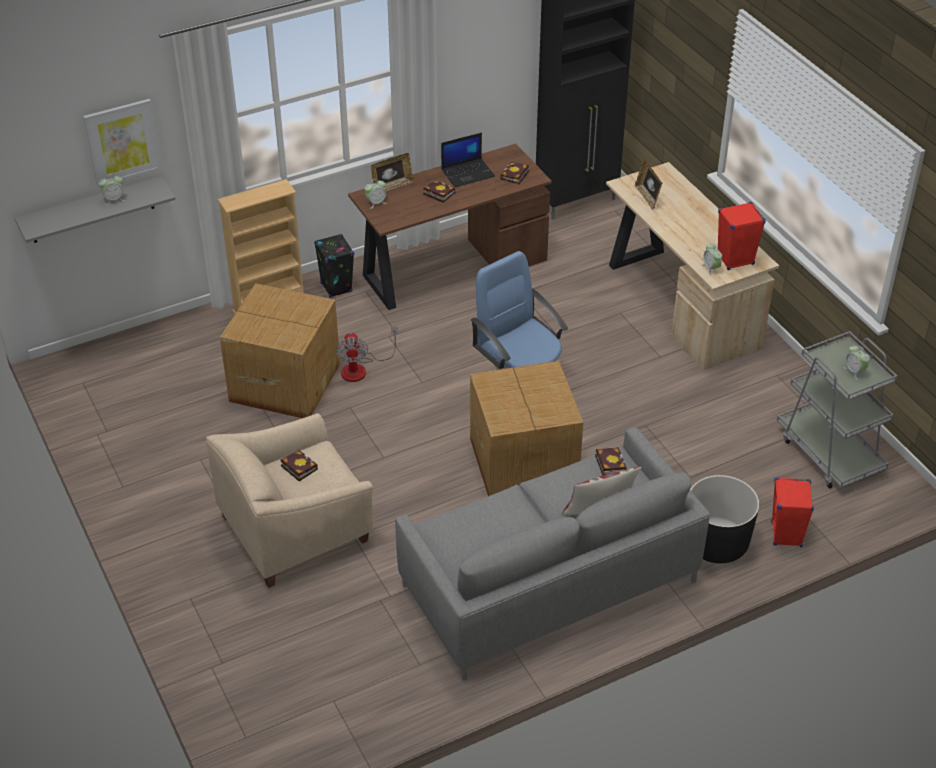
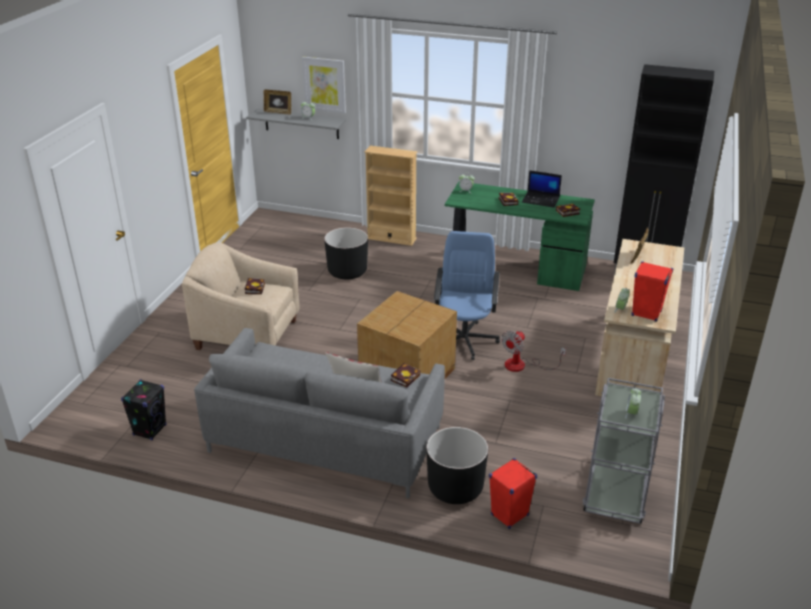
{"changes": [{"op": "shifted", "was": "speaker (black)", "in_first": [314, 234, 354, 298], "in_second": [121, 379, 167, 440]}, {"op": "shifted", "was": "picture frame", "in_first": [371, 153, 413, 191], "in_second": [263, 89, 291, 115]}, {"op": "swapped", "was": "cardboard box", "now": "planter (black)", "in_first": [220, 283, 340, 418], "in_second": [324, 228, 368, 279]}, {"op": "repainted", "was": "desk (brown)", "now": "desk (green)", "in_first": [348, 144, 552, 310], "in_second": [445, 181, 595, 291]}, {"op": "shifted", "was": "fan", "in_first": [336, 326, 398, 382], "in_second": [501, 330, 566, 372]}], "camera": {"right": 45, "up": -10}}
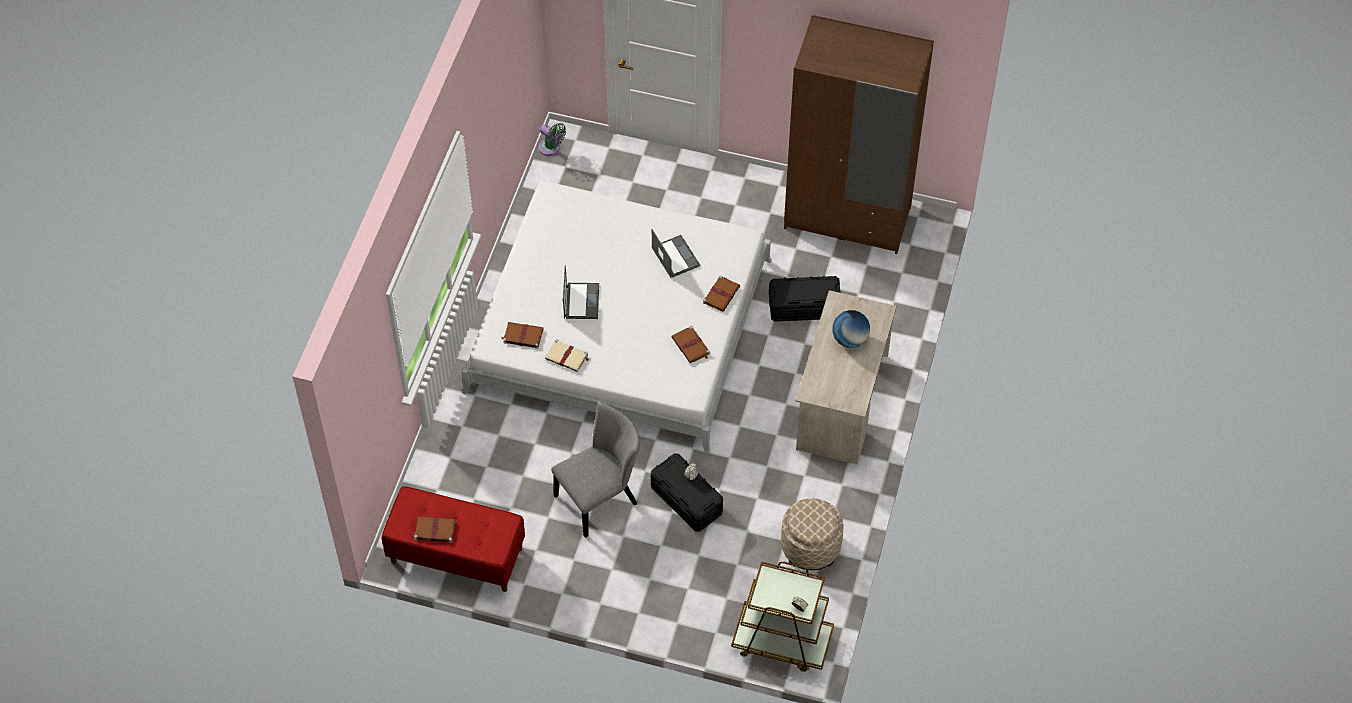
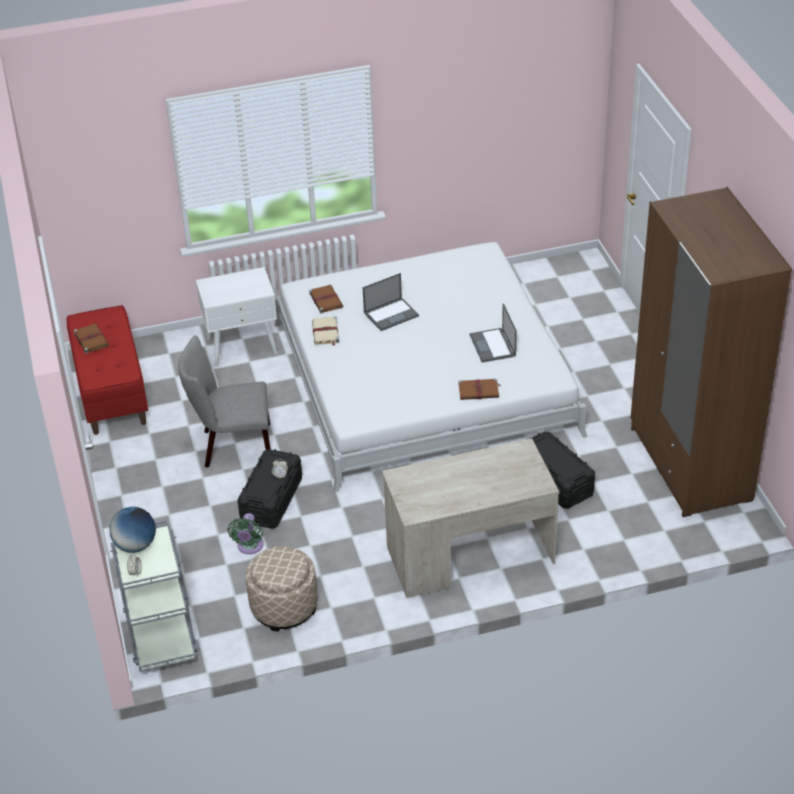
{"changes": [{"op": "shifted", "was": "globe", "in_first": [833, 310, 870, 348], "in_second": [109, 507, 156, 553]}, {"op": "repainted", "was": "cart (brown)", "now": "cart (grey)", "in_first": [731, 561, 834, 672], "in_second": [110, 520, 198, 672]}, {"op": "rotated", "was": "chair (grey)", "in_first": [551, 402, 640, 538], "in_second": [178, 335, 271, 468], "clockwise": 150}, {"op": "new", "now": "nightstand (white)", "in_second": [196, 267, 278, 366]}, {"op": "shifted", "was": "fan (green)", "in_first": [539, 123, 566, 156], "in_second": [228, 513, 264, 554]}, {"op": "rotated", "was": "laptop", "in_first": [652, 229, 700, 278], "in_second": [470, 303, 517, 363], "clockwise": 135}, {"op": "gone", "was": "book (brown)", "in_first": [671, 326, 710, 363]}], "camera": {"right": 60, "up": -15}}
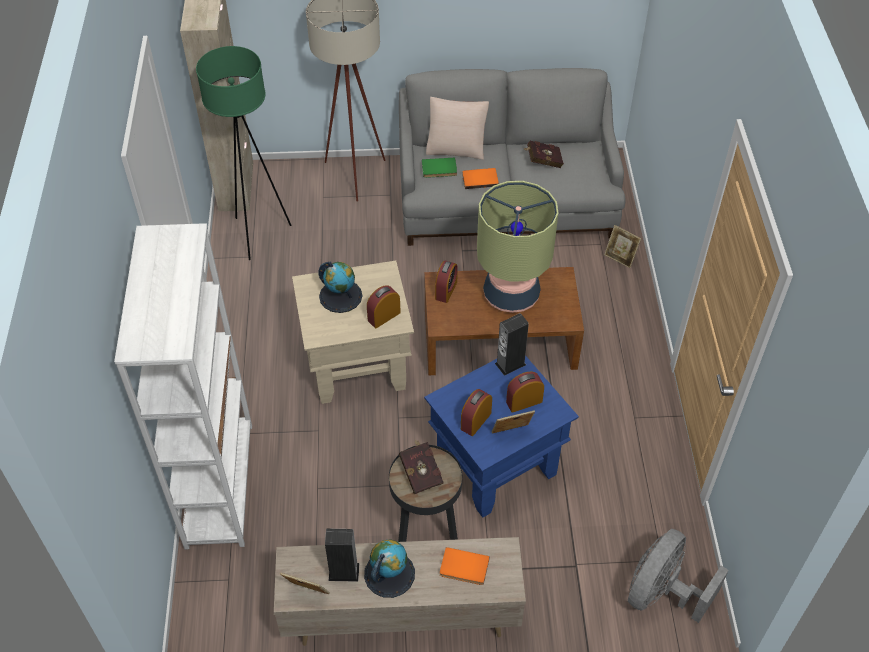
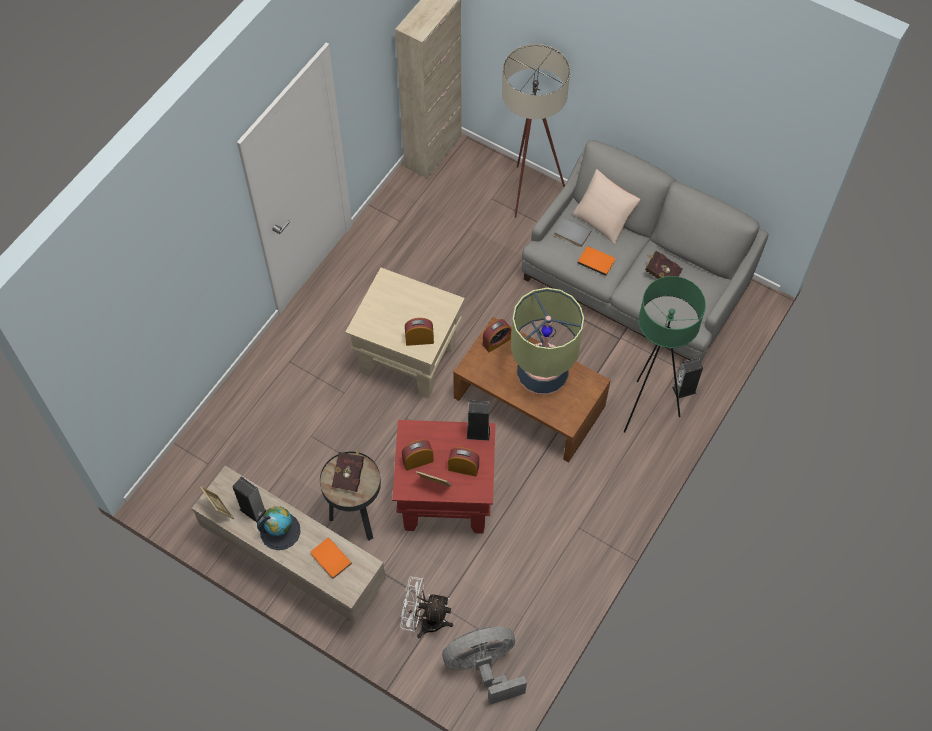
{"changes": [{"op": "repainted", "was": "side table (blue)", "now": "side table (red)", "in_first": [424, 355, 579, 518], "in_second": [392, 420, 496, 534]}, {"op": "new", "now": "fan (white)", "in_second": [400, 577, 453, 638]}, {"op": "repainted", "was": "book (green)", "now": "book (grey)", "in_first": [422, 158, 457, 178], "in_second": [554, 217, 591, 247]}, {"op": "shifted", "was": "floor lamp (green)", "in_first": [196, 46, 291, 260], "in_second": [624, 276, 706, 433]}, {"op": "swapped", "was": "picture frame", "now": "speaker", "in_first": [604, 225, 641, 268], "in_second": [672, 358, 703, 398]}, {"op": "gone", "was": "bookcase (white)", "in_first": [114, 223, 252, 550]}, {"op": "gone", "was": "globe", "in_first": [318, 262, 362, 313]}], "camera": {"right": 35, "up": 10}}
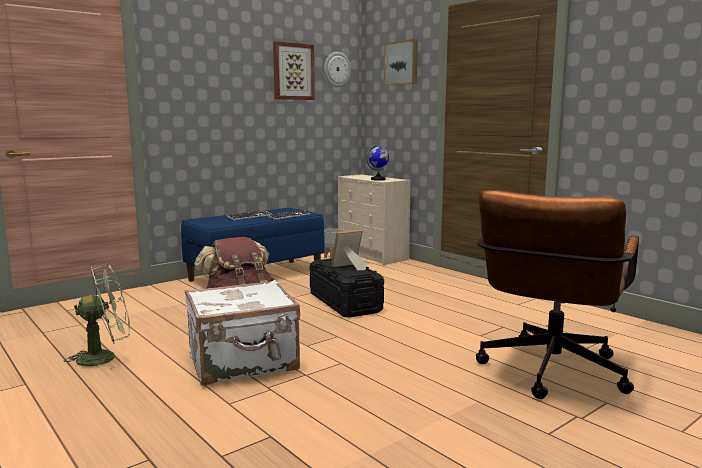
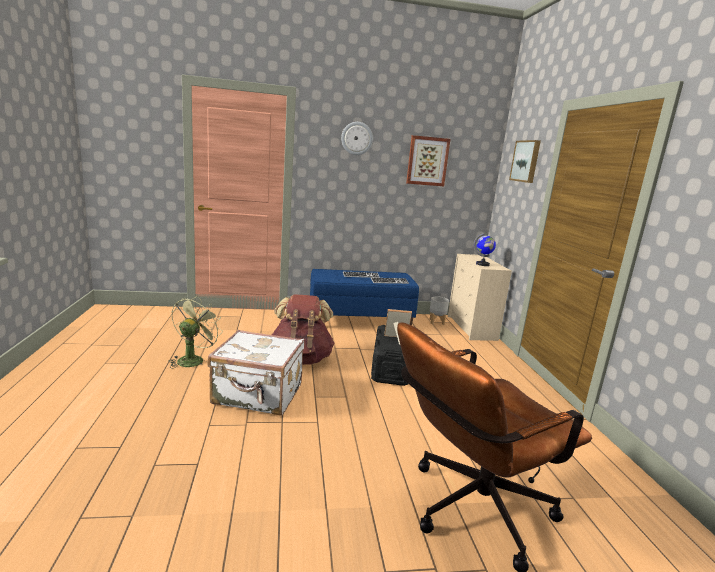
{"changes": [{"op": "rotated", "was": "fan (green)", "in_first": [64, 263, 130, 369], "in_second": [169, 296, 221, 369], "clockwise": -75}, {"op": "shifted", "was": "wall clock", "in_first": [324, 52, 351, 87], "in_second": [341, 122, 373, 155]}], "camera": {"right": 30, "up": 5}}
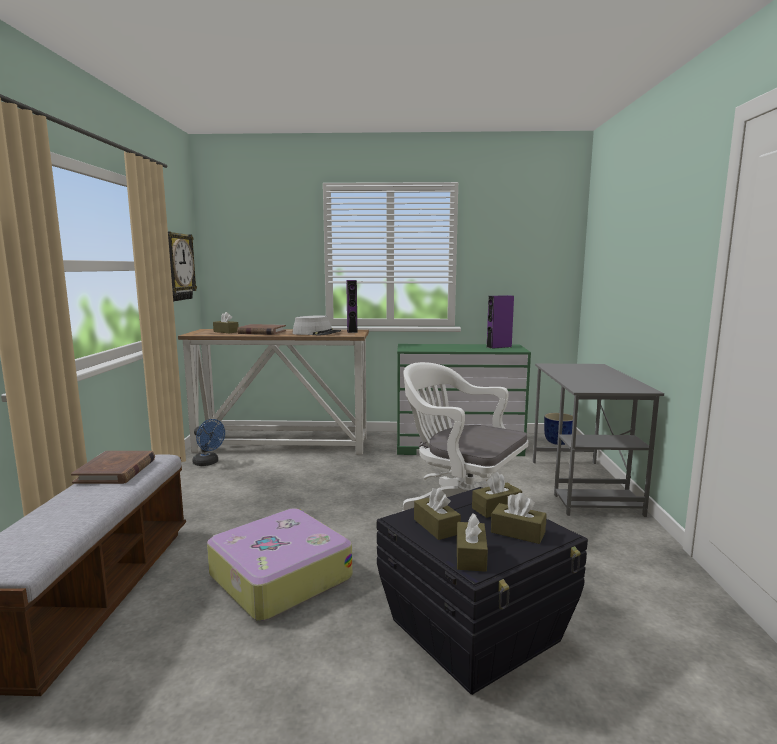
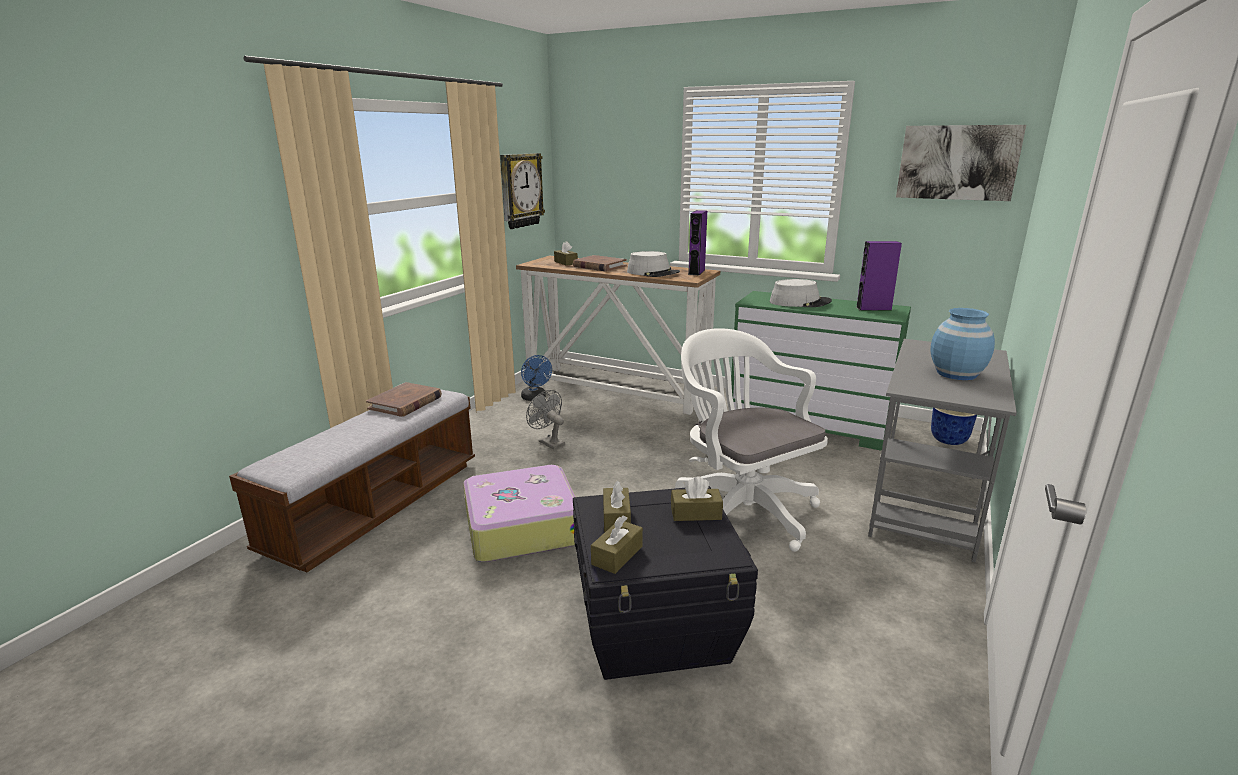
{"changes": [{"op": "new", "now": "fan (grey)", "in_second": [526, 390, 565, 450]}, {"op": "new", "now": "hat (grey)", "in_second": [770, 279, 832, 307]}, {"op": "new", "now": "picture", "in_second": [896, 125, 1026, 201]}, {"op": "new", "now": "vase (blue)", "in_second": [931, 308, 995, 380]}, {"op": "gone", "was": "tissue box (brown)", "in_first": [491, 493, 546, 544]}], "camera": {"right": 25, "up": 10}}
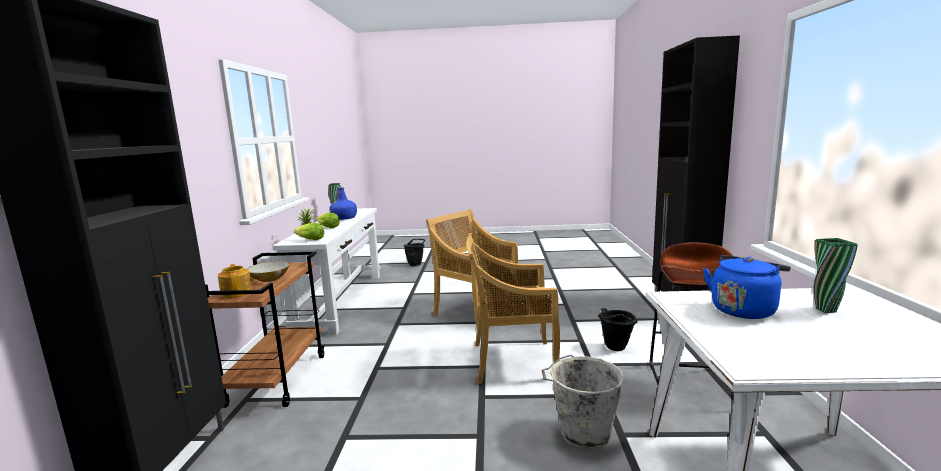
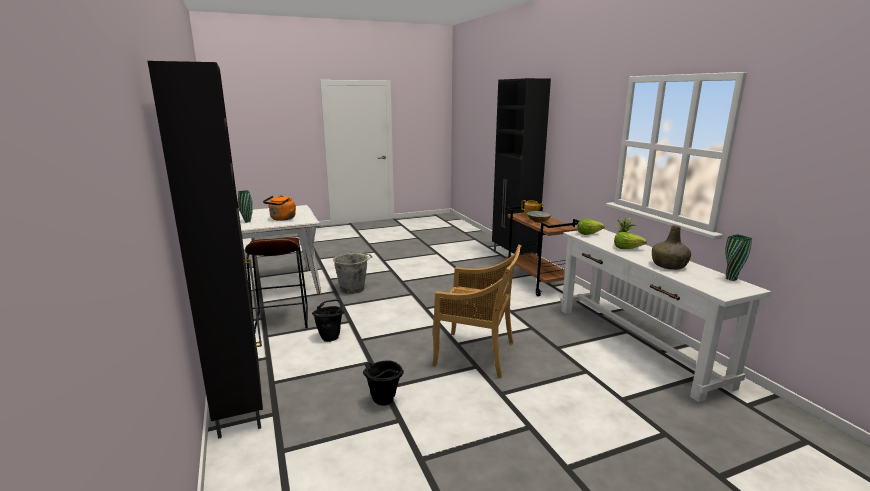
{"changes": [{"op": "repainted", "was": "kettle (blue)", "now": "kettle (orange)", "in_first": [703, 255, 791, 319], "in_second": [263, 195, 296, 221]}, {"op": "shifted", "was": "bucket (black)", "in_first": [404, 239, 425, 266], "in_second": [363, 360, 404, 406]}, {"op": "repainted", "was": "bottle (blue)", "now": "bottle (green)", "in_first": [329, 187, 357, 220], "in_second": [652, 225, 691, 270]}, {"op": "gone", "was": "chair (beige)", "in_first": [466, 233, 560, 384]}], "camera": {"right": 155, "up": 5}}
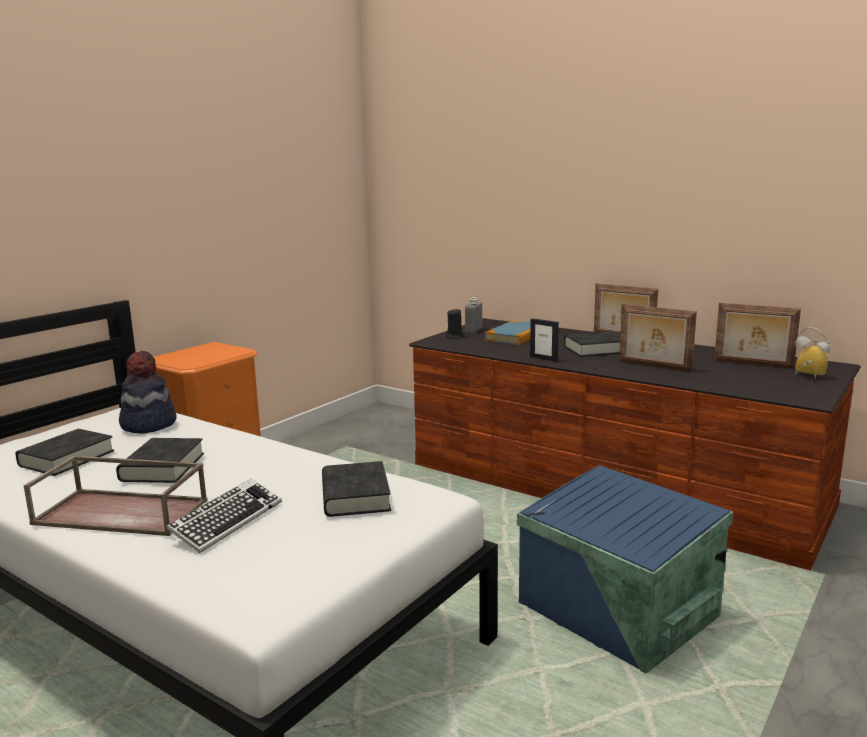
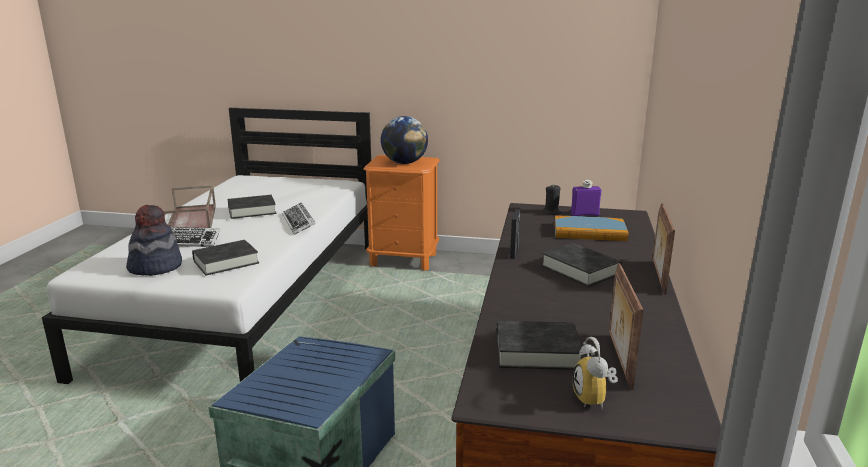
{"changes": [{"op": "shifted", "was": "hat", "in_first": [119, 351, 177, 434], "in_second": [126, 205, 182, 276]}, {"op": "new", "now": "keyboard", "in_second": [282, 203, 316, 235]}, {"op": "new", "now": "globe", "in_second": [381, 116, 428, 164]}, {"op": "shifted", "was": "book (black)", "in_first": [15, 429, 114, 476], "in_second": [496, 321, 582, 370]}, {"op": "repainted", "was": "bottle (grey)", "now": "bottle (purple)", "in_first": [465, 297, 482, 334], "in_second": [571, 180, 601, 216]}, {"op": "rotated", "was": "alarm clock", "in_first": [795, 327, 830, 379], "in_second": [573, 337, 618, 409], "clockwise": 150}, {"op": "gone", "was": "picture frame", "in_first": [619, 304, 697, 372]}], "camera": {"right": 65, "up": 5}}
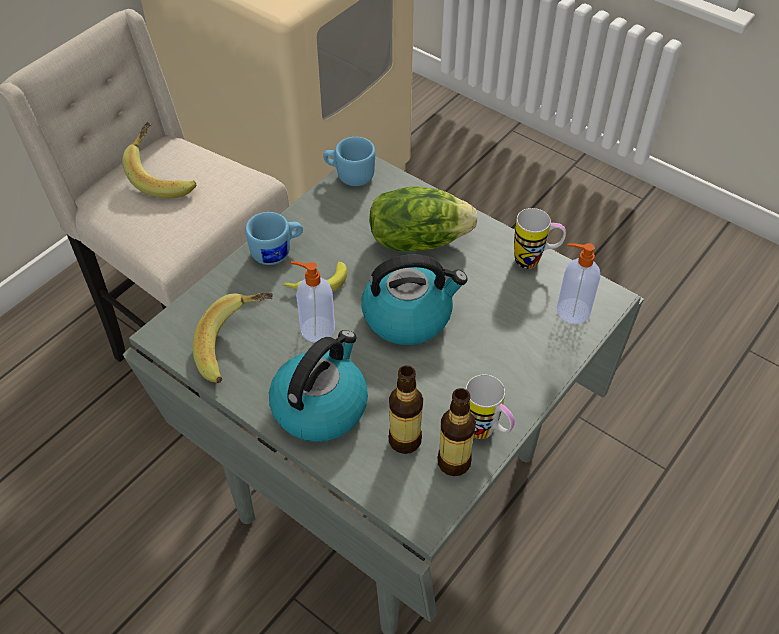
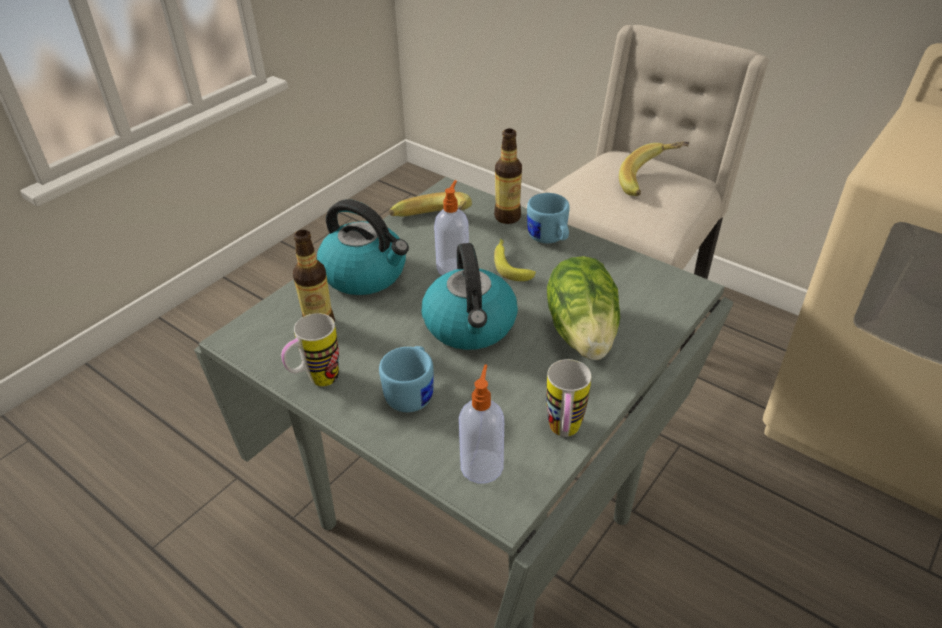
{"changes": [{"op": "shifted", "was": "mug (blue)", "in_first": [323, 137, 375, 186], "in_second": [379, 346, 433, 412]}, {"op": "shifted", "was": "bottle", "in_first": [437, 388, 476, 476], "in_second": [494, 129, 522, 224]}], "camera": {"right": 90, "up": -10}}
